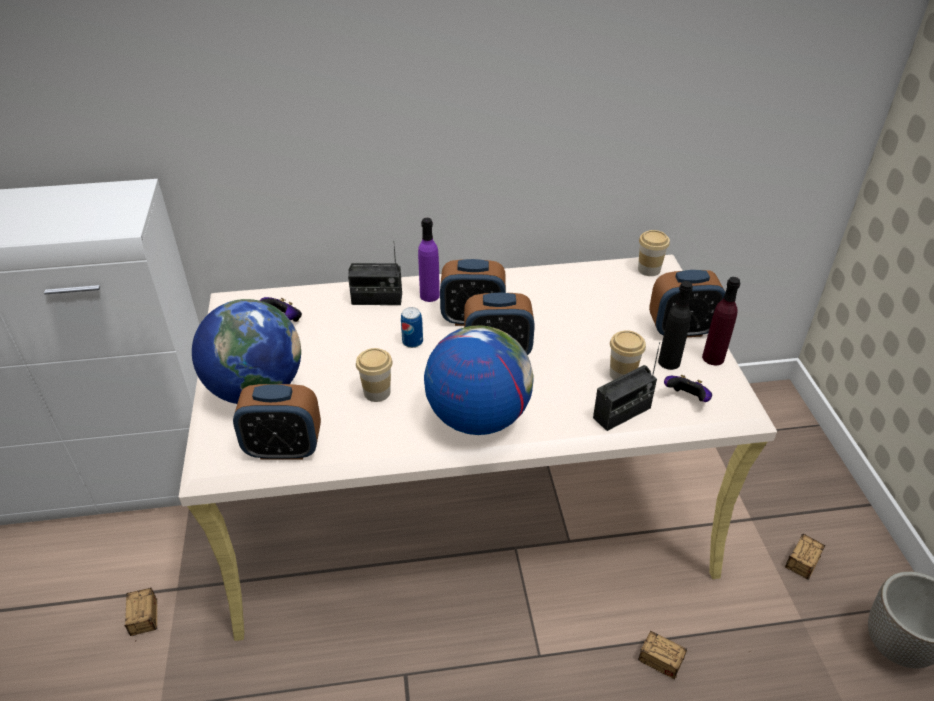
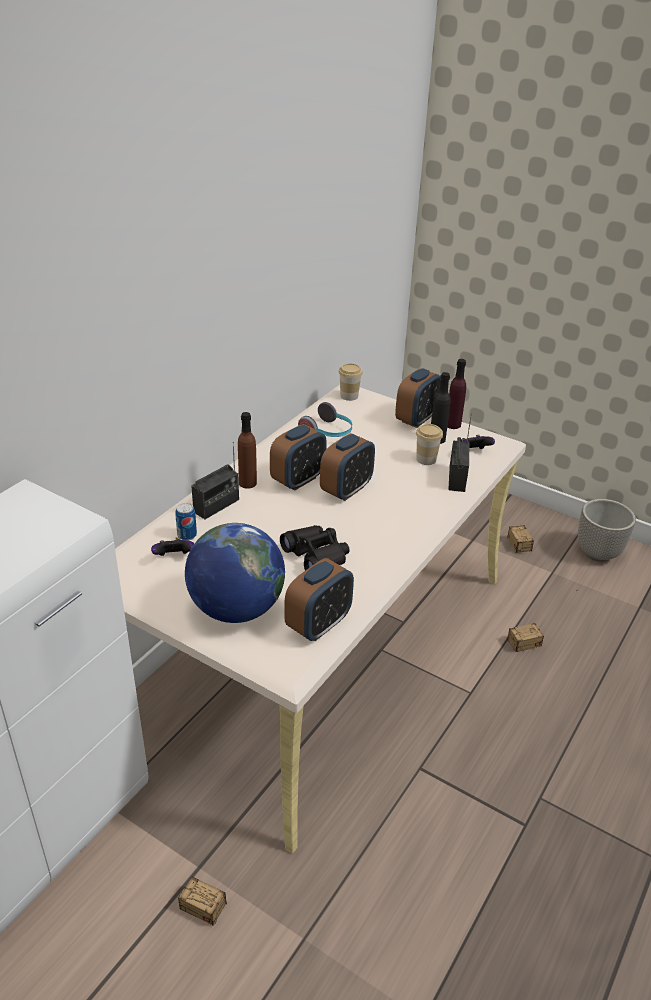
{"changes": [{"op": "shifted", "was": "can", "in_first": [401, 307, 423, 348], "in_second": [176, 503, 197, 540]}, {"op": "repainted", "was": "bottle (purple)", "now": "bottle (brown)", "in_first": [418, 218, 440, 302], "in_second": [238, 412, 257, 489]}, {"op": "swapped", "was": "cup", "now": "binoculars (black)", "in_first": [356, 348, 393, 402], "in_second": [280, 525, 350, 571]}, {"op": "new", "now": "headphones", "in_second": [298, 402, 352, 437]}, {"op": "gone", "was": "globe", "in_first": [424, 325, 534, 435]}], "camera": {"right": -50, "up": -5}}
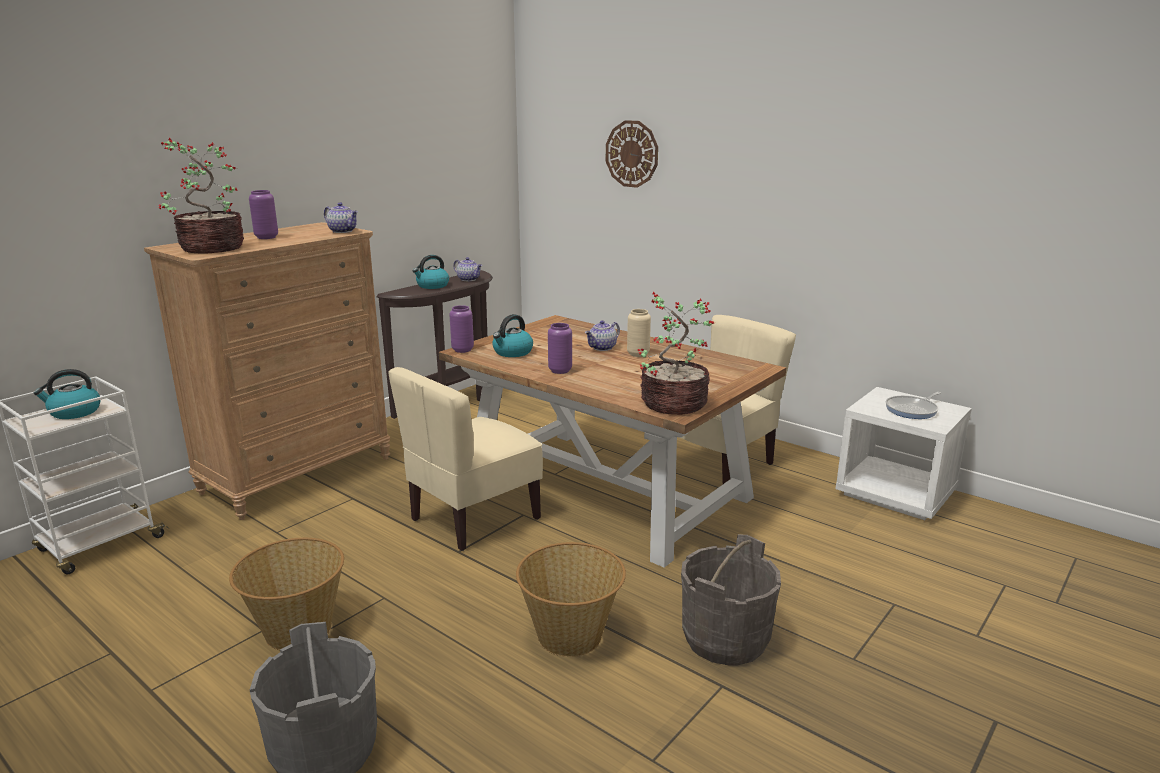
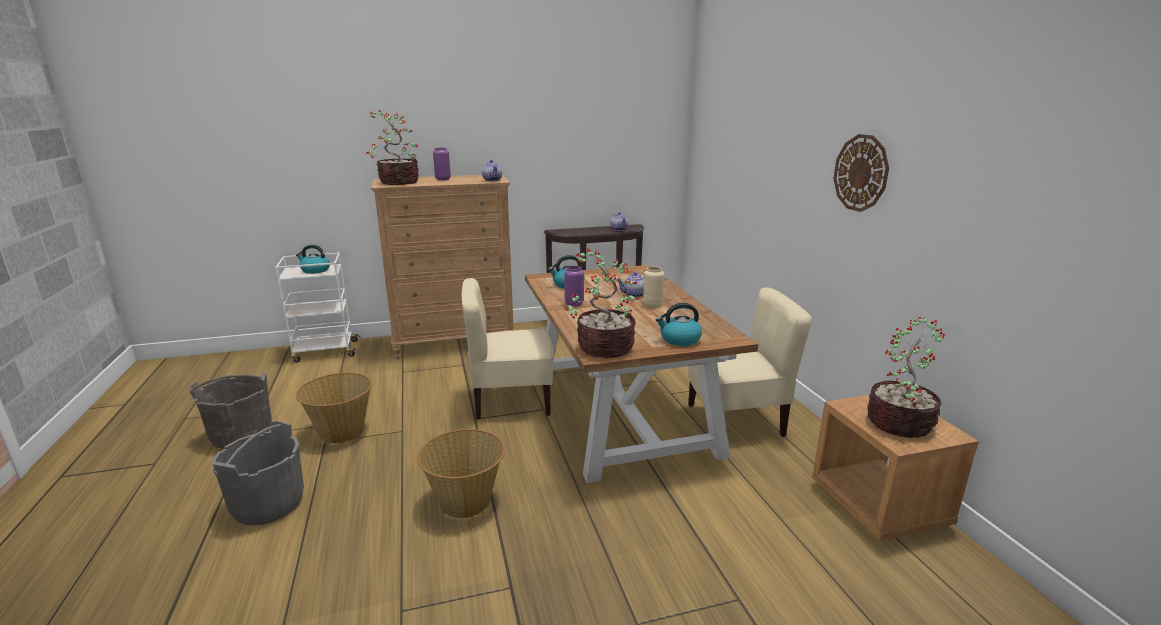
{"changes": [{"op": "shifted", "was": "bucket (grey)", "in_first": [681, 534, 781, 666], "in_second": [189, 372, 272, 449]}, {"op": "shifted", "was": "kettle", "in_first": [413, 255, 449, 289], "in_second": [656, 303, 702, 346]}, {"op": "repainted", "was": "nightstand (white)", "now": "nightstand (brown)", "in_first": [835, 387, 972, 520], "in_second": [812, 395, 979, 542]}, {"op": "shifted", "was": "wall clock", "in_first": [606, 120, 658, 188], "in_second": [833, 134, 889, 212]}, {"op": "swapped", "was": "frying pan", "now": "potted plant", "in_first": [886, 392, 941, 419], "in_second": [867, 317, 946, 438]}, {"op": "gone", "was": "vase (purple)", "in_first": [449, 305, 474, 353]}], "camera": {"right": 35, "up": 0}}
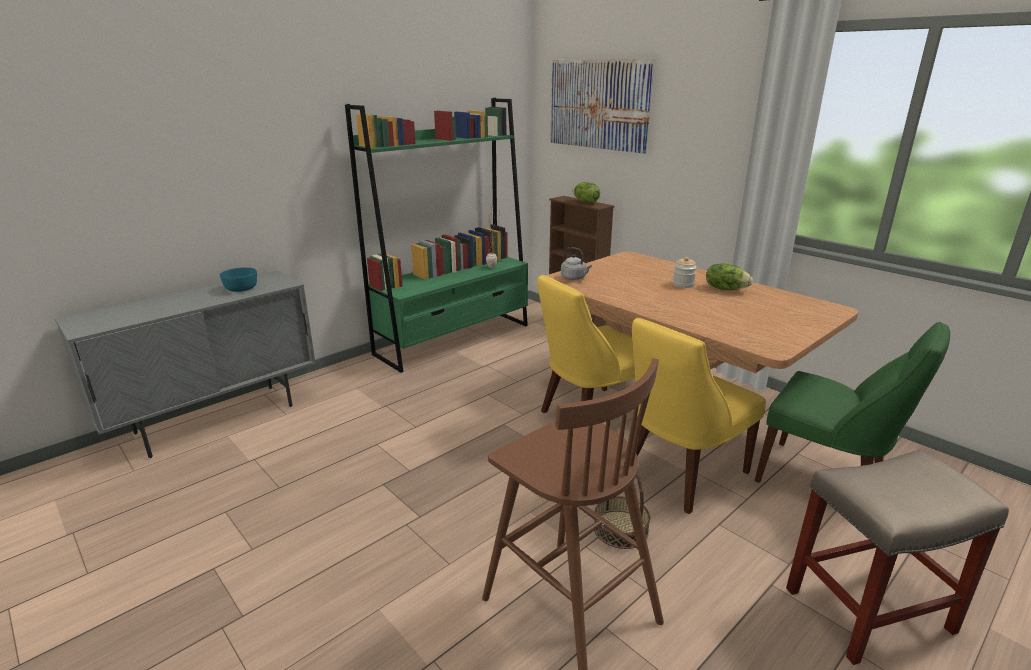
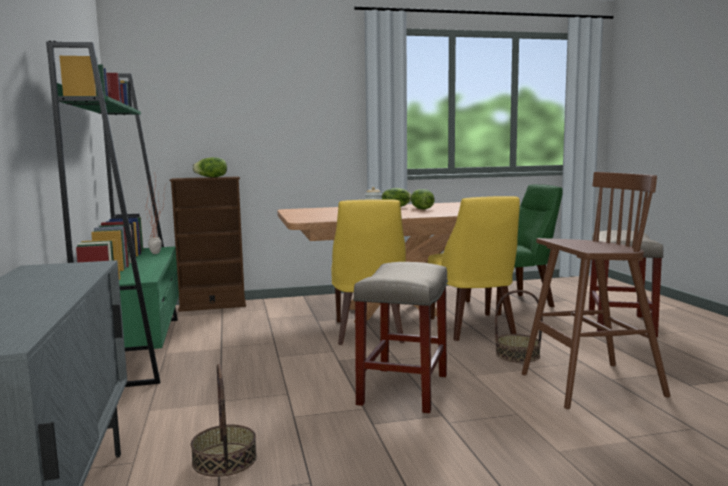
{"changes": [{"op": "new", "now": "basket", "in_second": [191, 364, 257, 477]}, {"op": "new", "now": "stool (beige)", "in_second": [353, 262, 448, 413]}, {"op": "new", "now": "lettuce", "in_second": [411, 189, 434, 210]}, {"op": "gone", "was": "bowl (turquoise)", "in_first": [220, 267, 257, 292]}, {"op": "gone", "was": "picture", "in_first": [550, 59, 654, 154]}, {"op": "gone", "was": "kettle (grey)", "in_first": [561, 247, 592, 280]}], "camera": {"right": -60, "up": -15}}
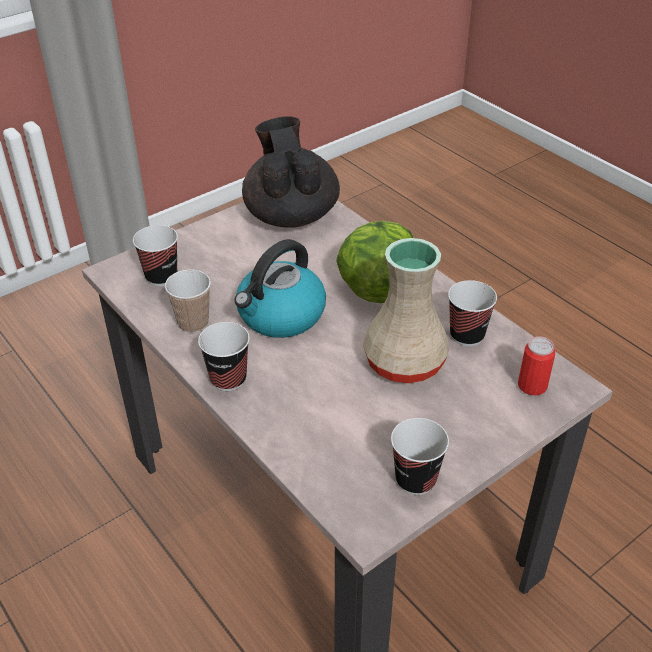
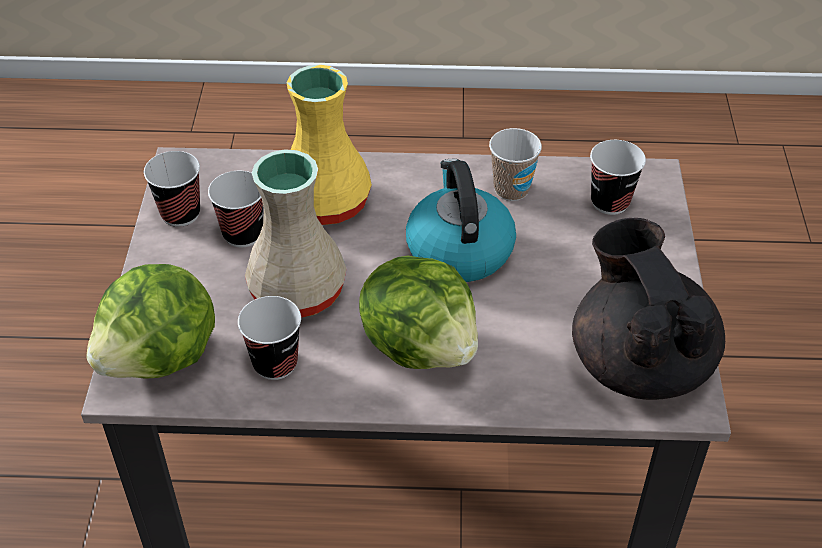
{"changes": [{"op": "swapped", "was": "can", "now": "lettuce", "in_first": [518, 336, 555, 395], "in_second": [86, 264, 215, 379]}, {"op": "shifted", "was": "cup", "in_first": [198, 322, 250, 391], "in_second": [208, 171, 263, 247]}, {"op": "new", "now": "vase (yellow)", "in_second": [287, 65, 372, 225]}, {"op": "rotated", "was": "teapot (black)", "in_first": [242, 116, 340, 228], "in_second": [572, 218, 725, 400], "clockwise": -135}], "camera": {"right": 130, "up": 5}}
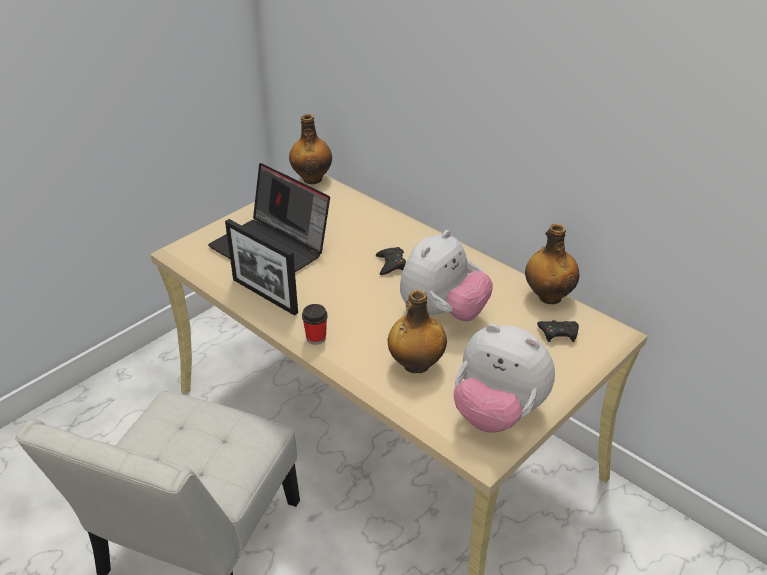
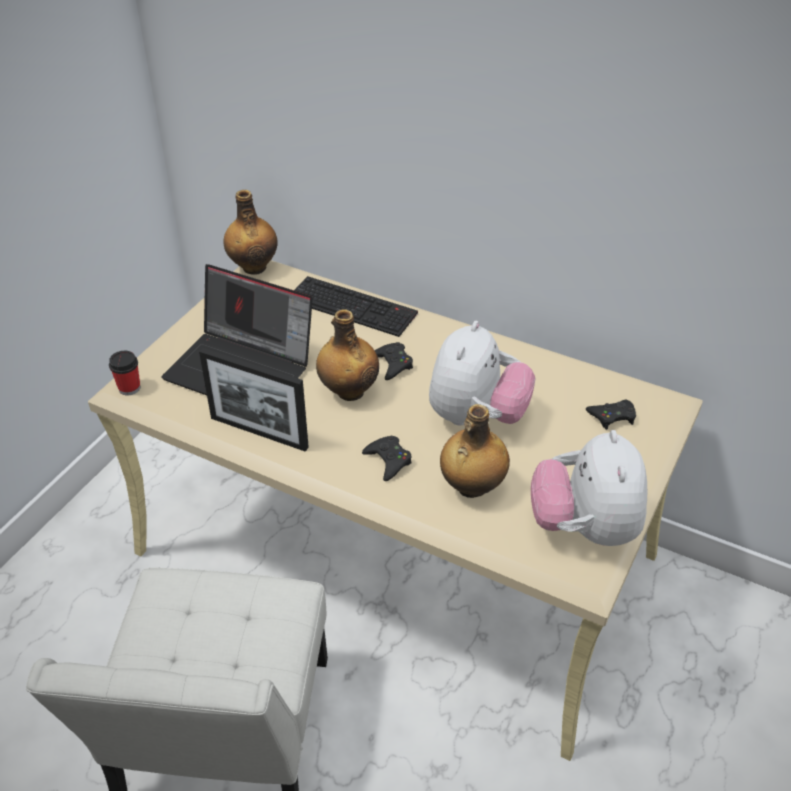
{"changes": [{"op": "shifted", "was": "cup", "in_first": [302, 304, 328, 345], "in_second": [109, 351, 140, 395]}, {"op": "new", "now": "keyboard", "in_second": [295, 276, 418, 337]}, {"op": "shifted", "was": "bottle", "in_first": [525, 224, 579, 304], "in_second": [316, 309, 379, 401]}, {"op": "new", "now": "game controller (black)", "in_second": [362, 436, 412, 481]}, {"op": "rotated", "was": "plush toy", "in_first": [453, 324, 555, 433], "in_second": [531, 430, 647, 546], "clockwise": 75}], "camera": {"right": -15, "up": 5}}
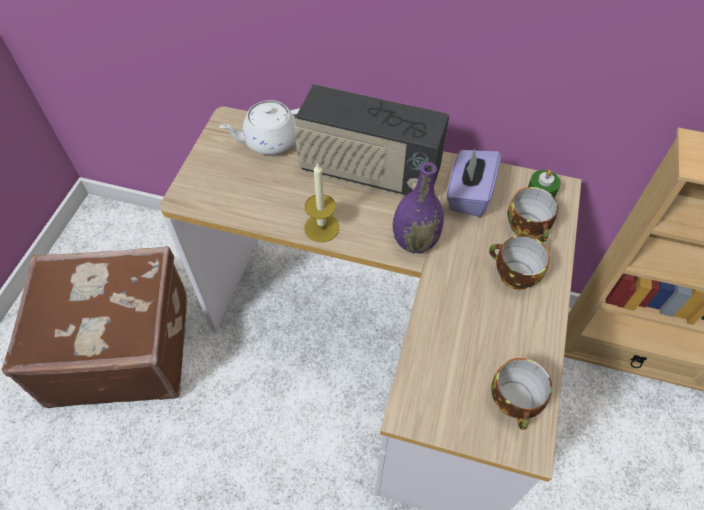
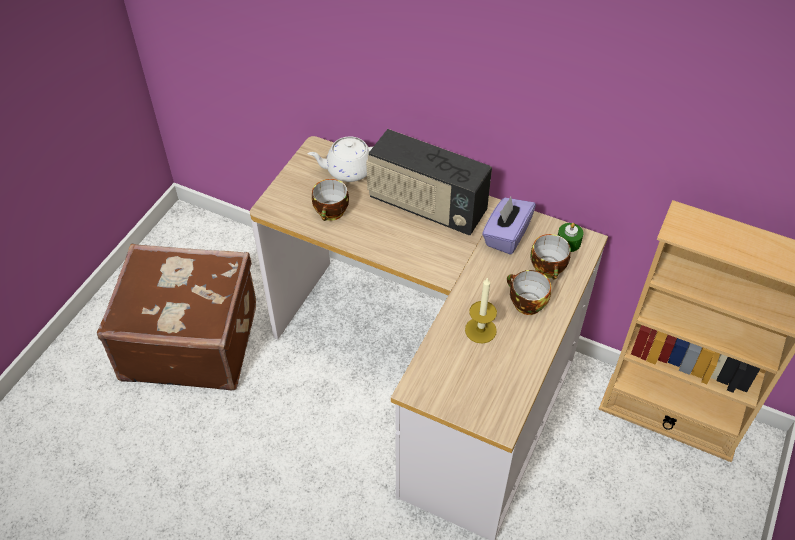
{"changes": [{"op": "shifted", "was": "cup", "in_first": [491, 358, 552, 430], "in_second": [312, 179, 349, 221]}, {"op": "shifted", "was": "candle", "in_first": [304, 162, 339, 242], "in_second": [465, 277, 497, 344]}, {"op": "gone", "was": "vase (purple)", "in_first": [393, 162, 444, 253]}], "camera": {"right": 10, "up": -5}}
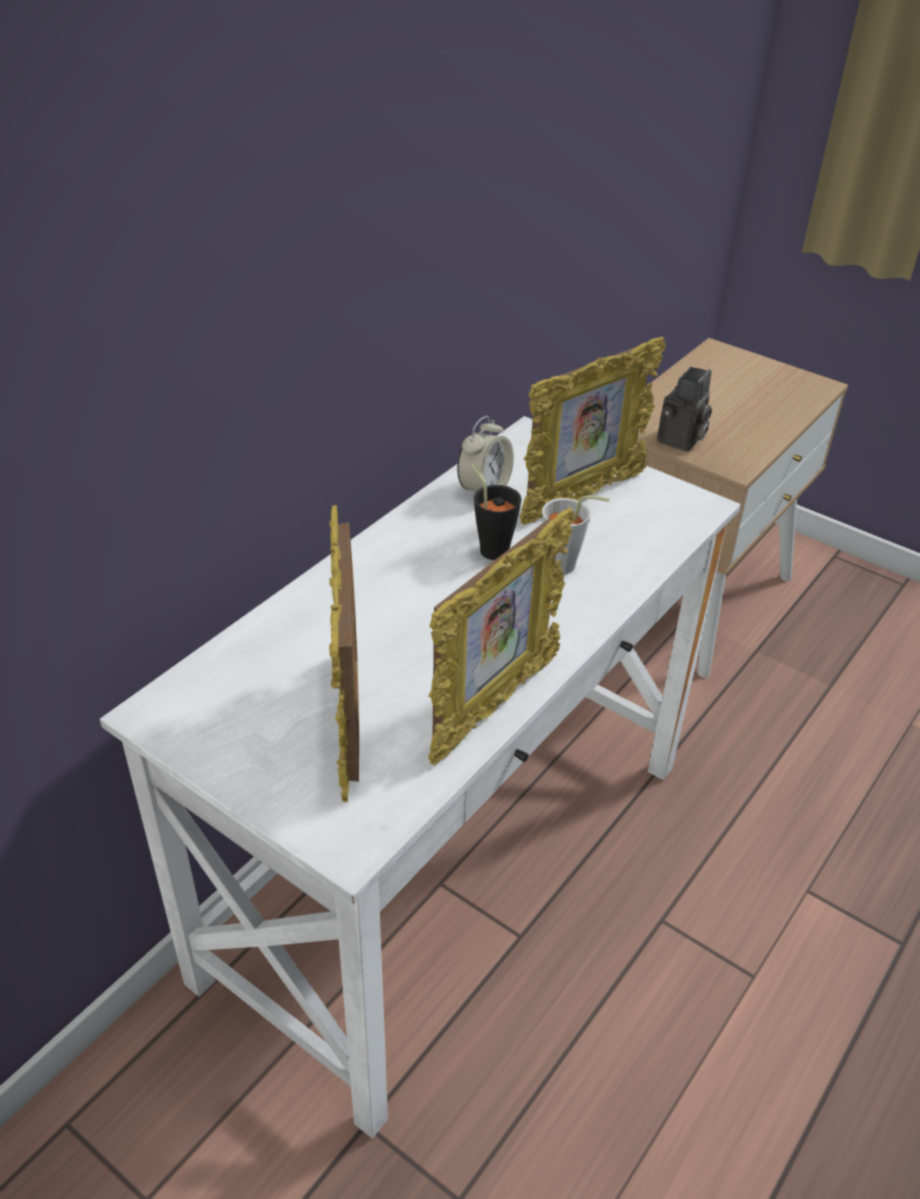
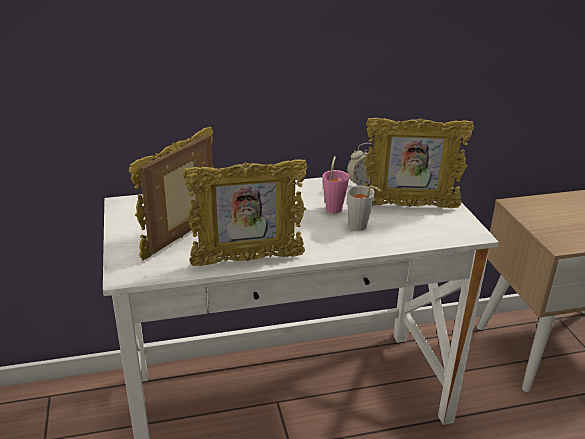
{"changes": [{"op": "repainted", "was": "cup (black)", "now": "cup (pink)", "in_first": [471, 464, 522, 560], "in_second": [322, 156, 350, 213]}, {"op": "gone", "was": "photo camera", "in_first": [657, 367, 712, 452]}], "camera": {"right": 40, "up": -10}}
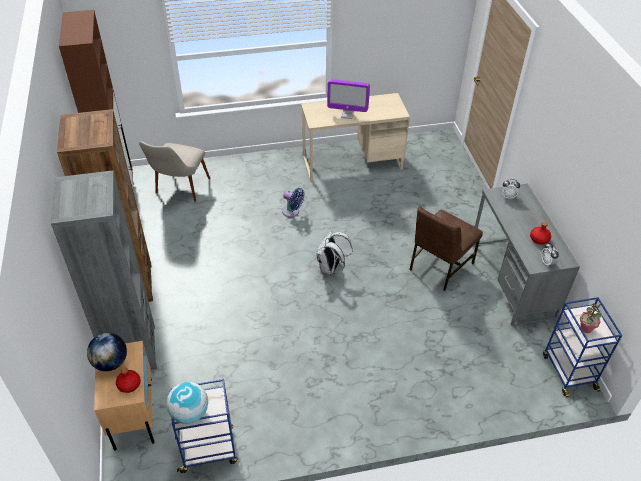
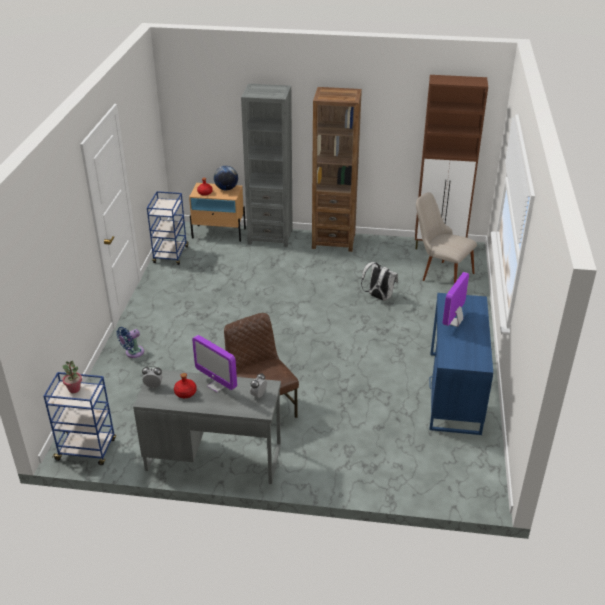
{"changes": [{"op": "shifted", "was": "fan (blue)", "in_first": [282, 188, 305, 217], "in_second": [117, 327, 144, 358]}, {"op": "new", "now": "monitor", "in_second": [192, 335, 237, 392]}, {"op": "shifted", "was": "backpack (white)", "in_first": [316, 231, 352, 275], "in_second": [361, 262, 398, 301]}, {"op": "repainted", "was": "desk (beige)", "now": "desk (blue)", "in_first": [301, 93, 410, 181], "in_second": [429, 293, 493, 435]}, {"op": "gone", "was": "globe", "in_first": [166, 382, 208, 424]}], "camera": {"right": 110, "up": -10}}
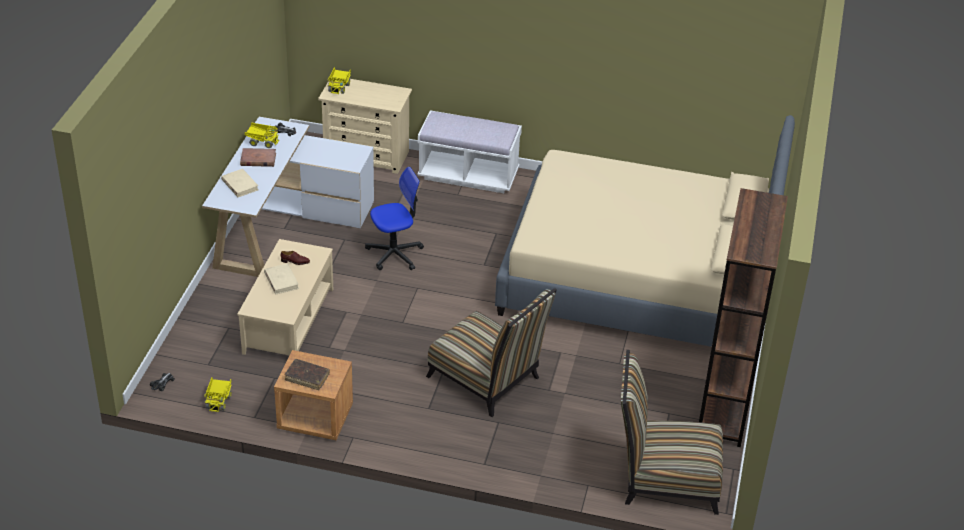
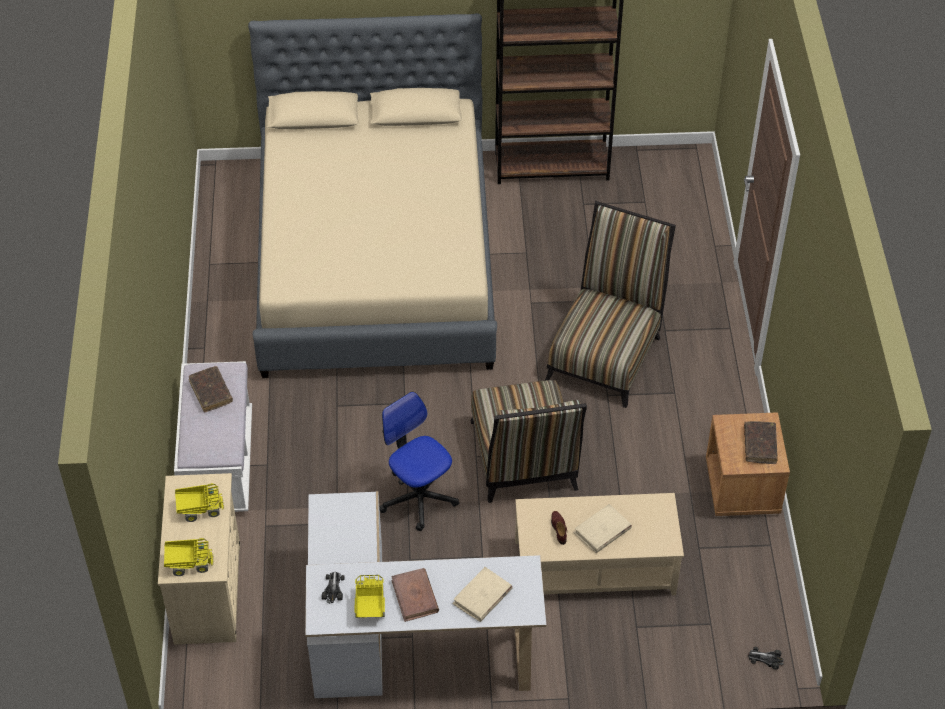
{"changes": [{"op": "shifted", "was": "toy truck", "in_first": [204, 377, 232, 412], "in_second": [175, 483, 224, 522]}, {"op": "new", "now": "book (brown)", "in_second": [189, 366, 233, 412]}, {"op": "shifted", "was": "chair", "in_first": [621, 350, 723, 515], "in_second": [470, 380, 587, 503]}], "camera": {"right": -105, "up": 10}}
